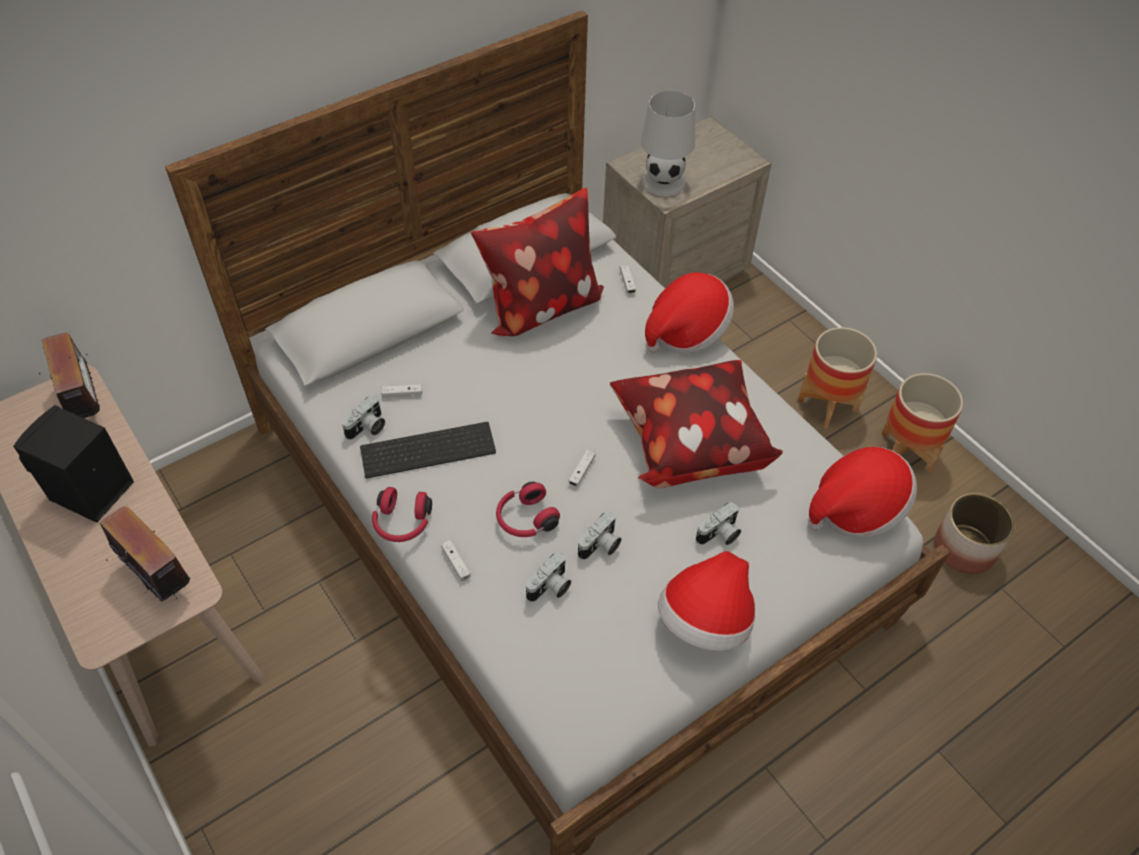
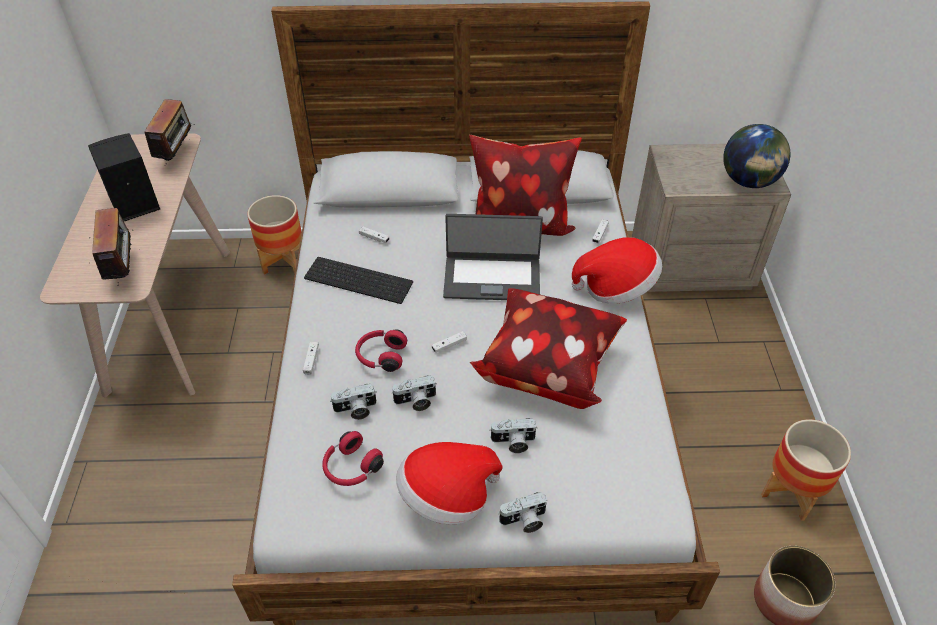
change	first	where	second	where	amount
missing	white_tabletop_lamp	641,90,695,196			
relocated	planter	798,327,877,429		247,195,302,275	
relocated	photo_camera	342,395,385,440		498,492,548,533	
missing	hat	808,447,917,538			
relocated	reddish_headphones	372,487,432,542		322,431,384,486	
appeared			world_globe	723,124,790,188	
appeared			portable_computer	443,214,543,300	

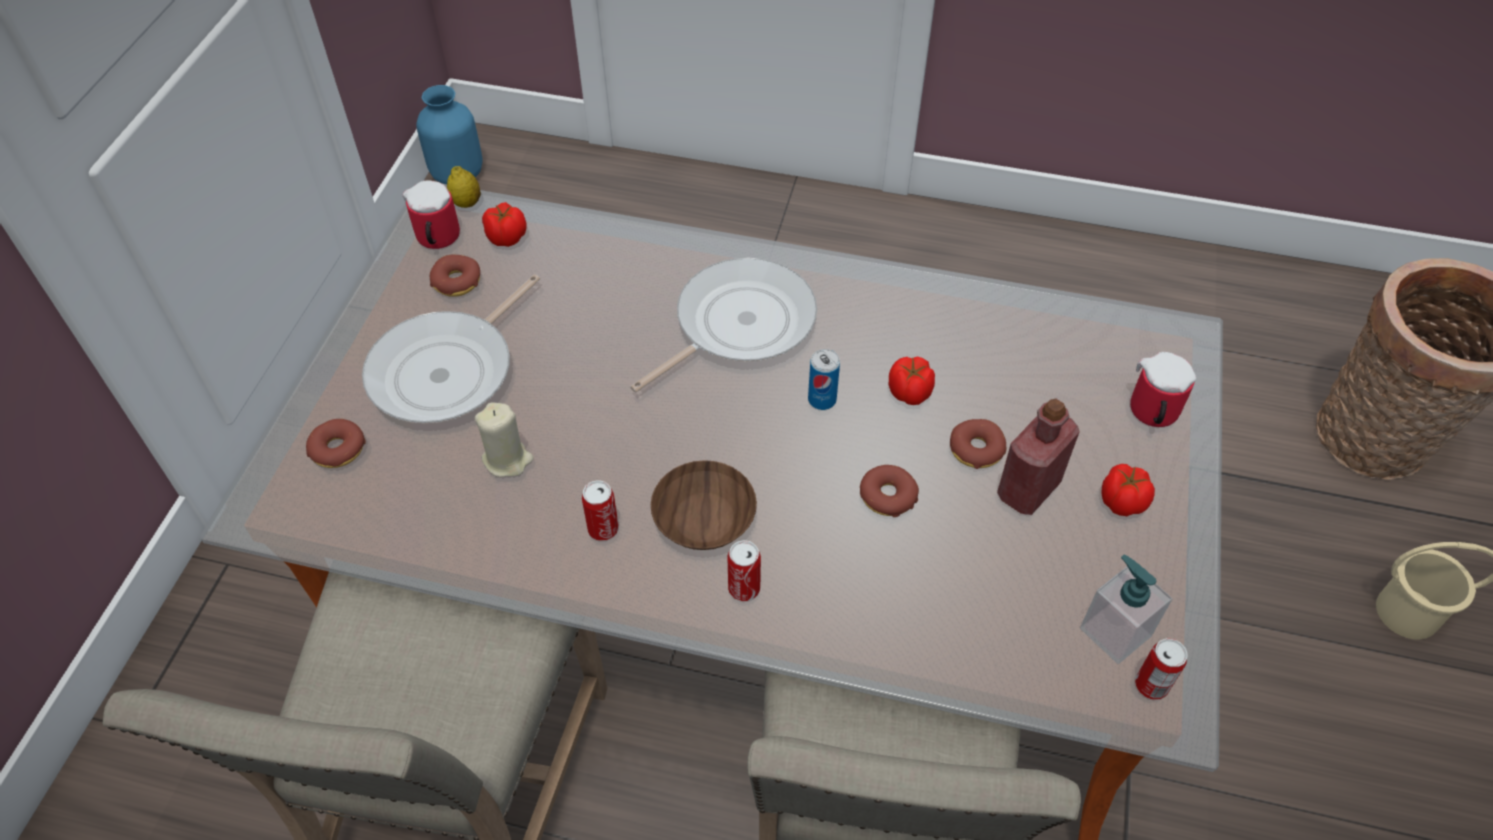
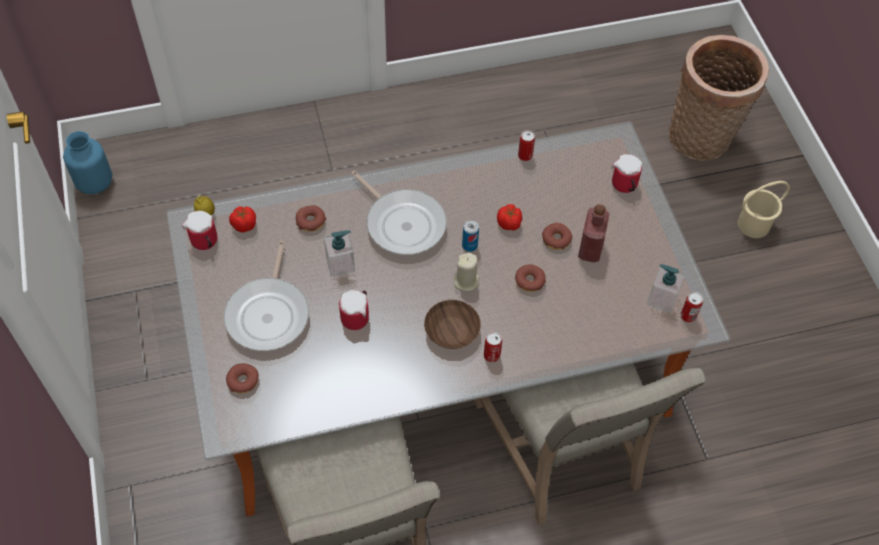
change	first	where	second	where	amount
relocated	doughnut	430,255,480,297		296,206,326,232	
spun	skillet	630,258,817,393		351,171,447,255	120 degrees clockwise
relocated	sand-coloured_wax_light	475,402,534,477		454,253,479,292	
missing	fresh_tomato	1101,464,1155,516			
relocated	sealed_can	582,480,619,541		518,131,535,161	
appeared			liquid_soap_bottle	324,230,355,277	
appeared			tea_mug	339,290,369,330	

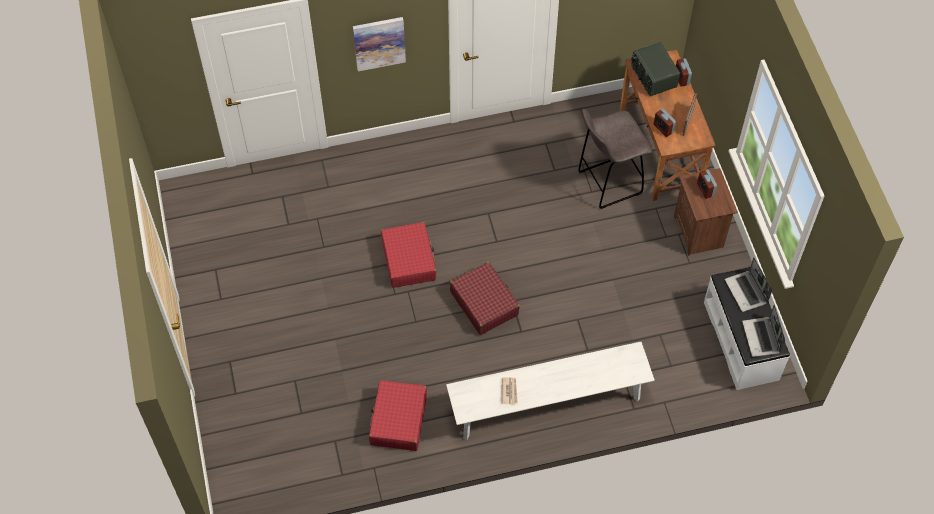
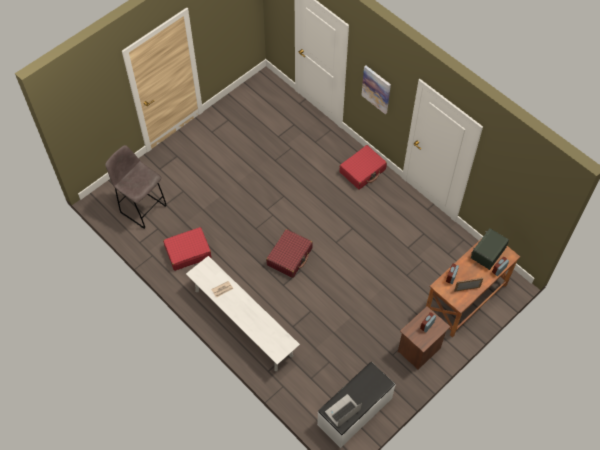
change	first	where	second	where	amount
relocated	greyish_stool	578,109,652,209		105,145,167,229	
relocated	reddish_suitcase	381,222,436,288		339,145,387,190	
missing	portable_computer	725,258,772,312			

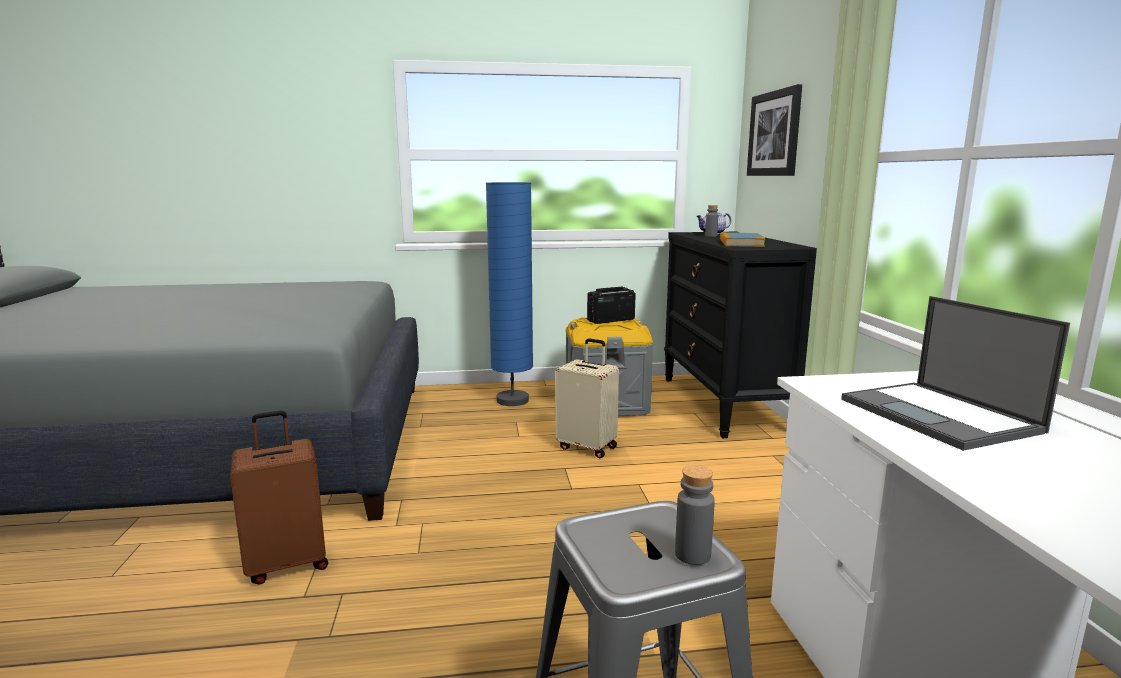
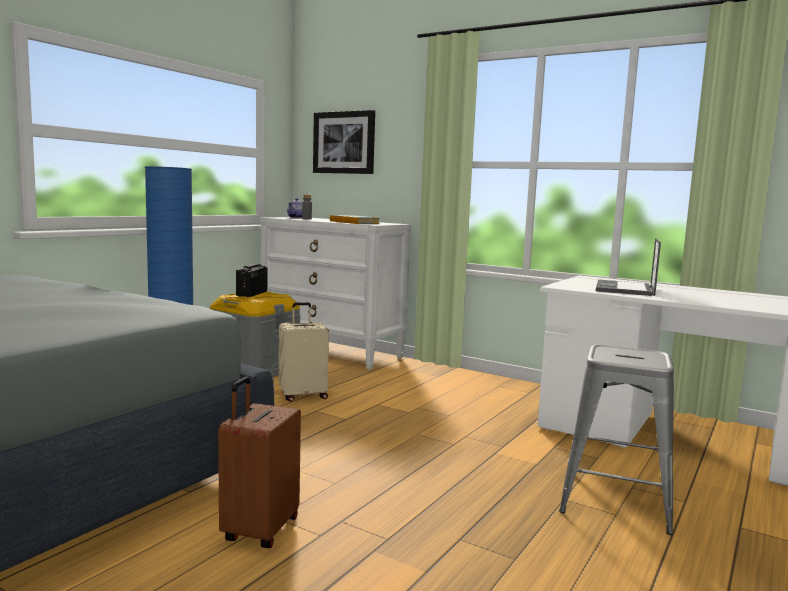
change	first	where	second	where	amount
colour	blackish_drawer_chest	664,232,817,438	white_drawer_chest	260,217,411,370	
spun	portable_computer	841,296,1070,451		596,238,661,296	90 degrees clockwise
missing	greyish_drink_bottle	675,465,715,565			

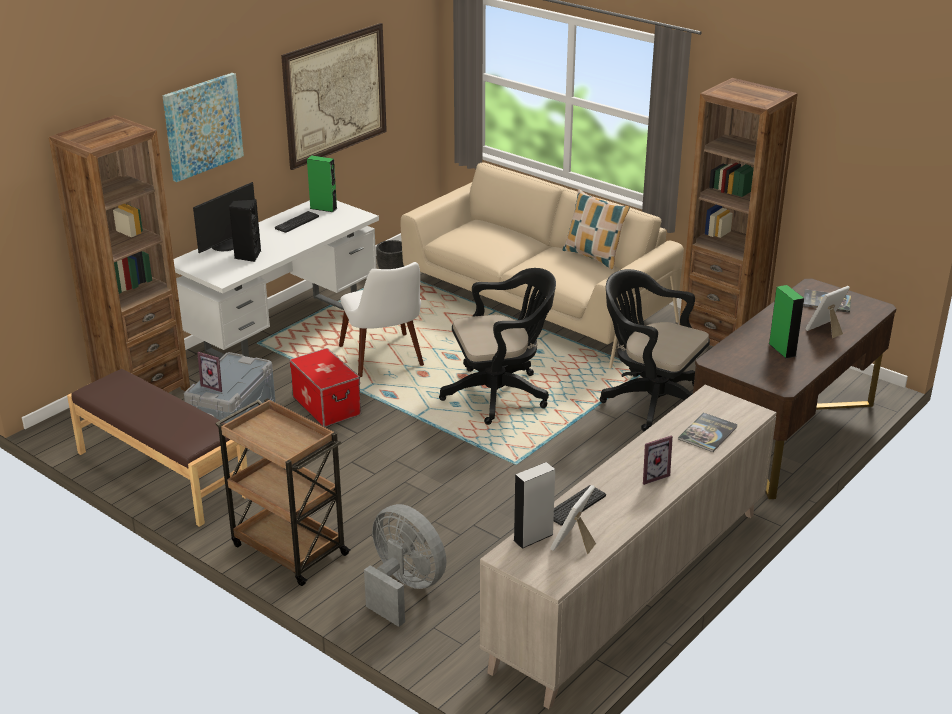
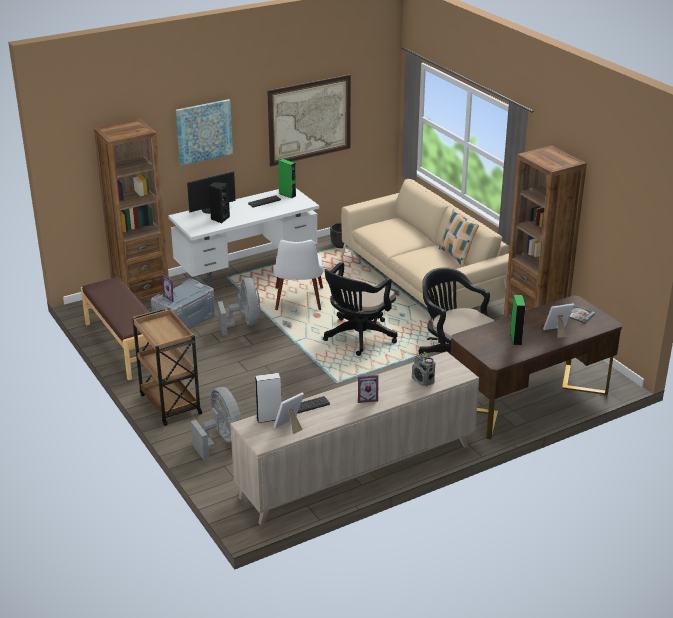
change	first	where	second	where	amount
spun	blackish_office_chair	439,268,556,425		323,262,398,356	120 degrees clockwise
exchanged	storage_container	289,348,361,427	greyish_fan	218,277,260,336	
exchanged	book	678,413,738,452	radio_set	412,352,435,387	

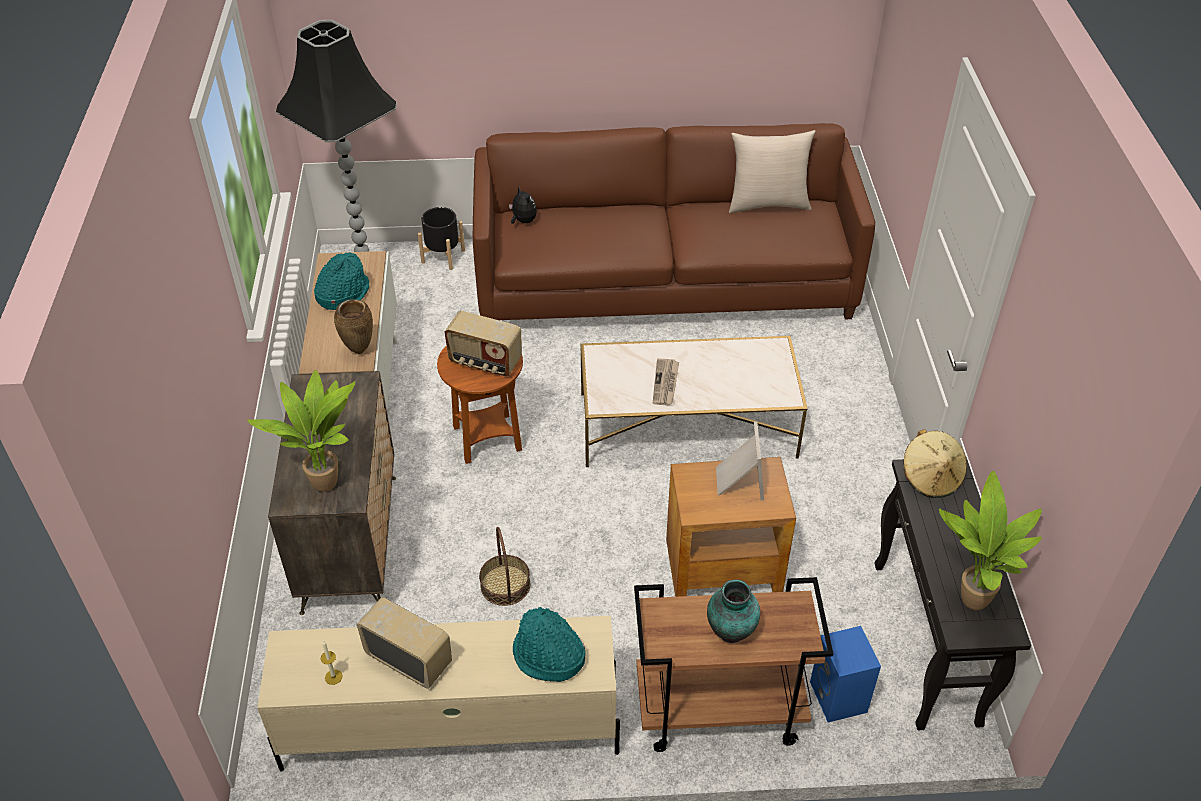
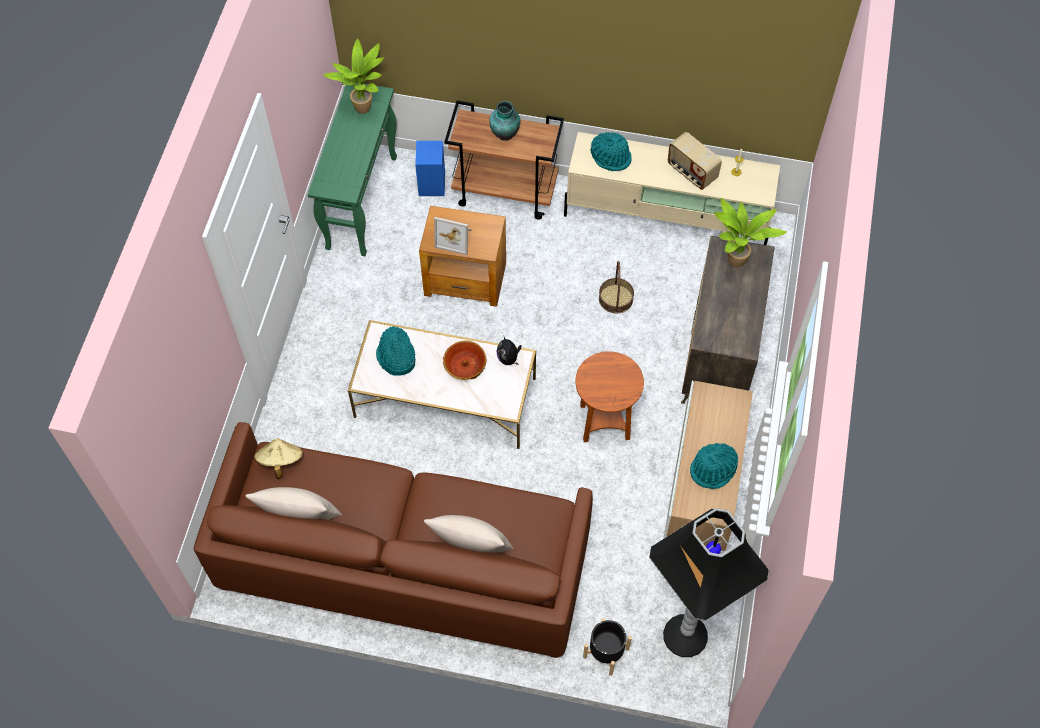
change	first	where	second	where	amount
relocated	plush_toy	509,187,537,224		496,337,522,365	
missing	brown-coloured_vase	334,299,373,354			
missing	radio_set	444,311,522,377			
exchanged	printed_paper	653,359,679,405	serving_bowl	443,341,487,380	
spun	photo_frame	716,421,764,500		434,217,472,255	90 degrees counterclockwise
relocated	sand-coloured_hat	903,429,967,498		254,438,303,479	
colour	blackish_narrow_table	874,457,1031,730	greenish_narrow_table	308,82,397,256	
appeared			turquoise-coloured_hat	376,326,415,376	
appeared			sand-coloured_throw_pillow	424,515,514,553	

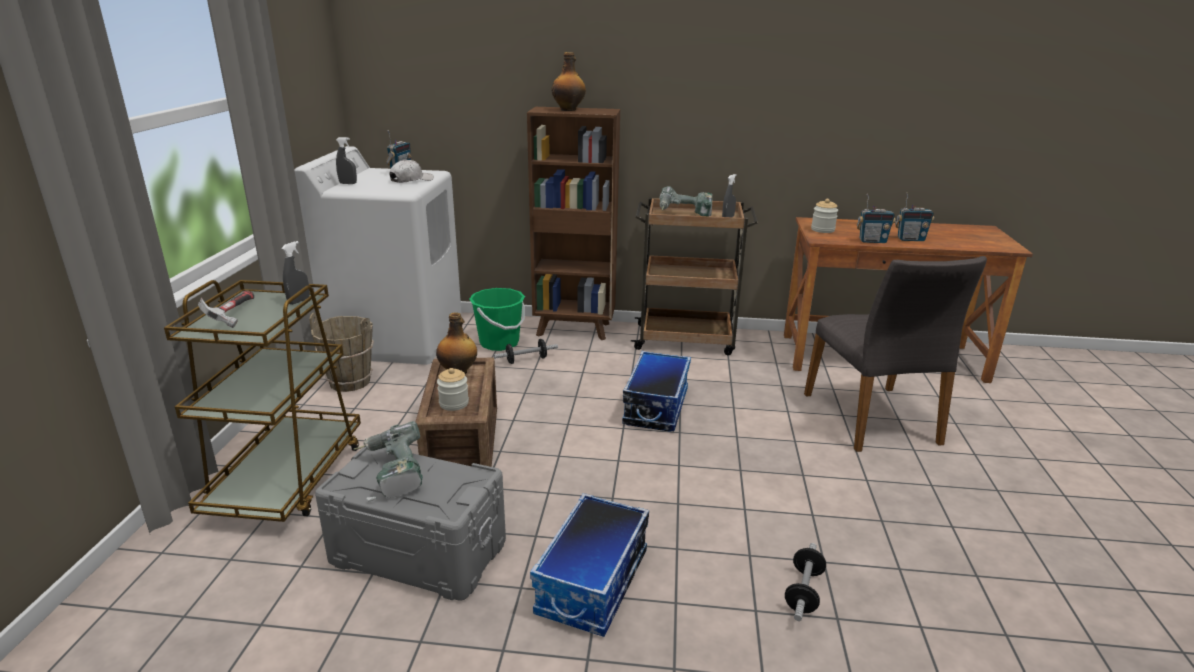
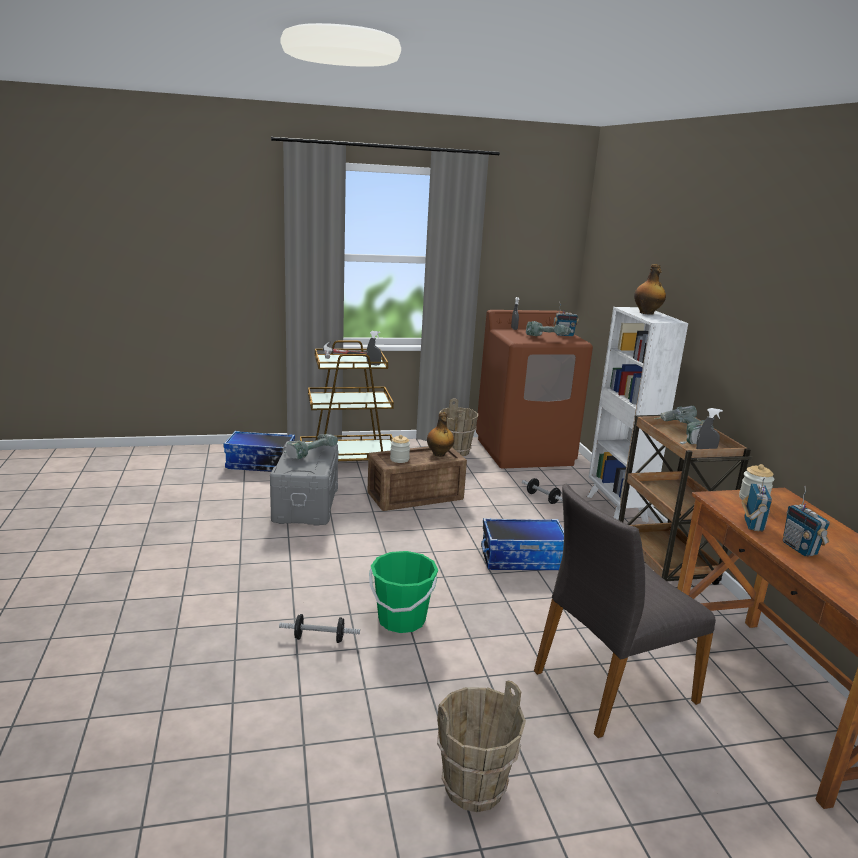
change	first	where	second	where	amount
colour	brown-coloured_bookshelf	527,107,620,340	white_bookshelf	587,307,688,523	
colour	white_laundry_machine	295,146,462,365	brown-coloured_laundry_machine	476,310,593,469	
exchanged	white_peaked_cap	389,160,434,183	drill	526,321,571,336	
spun	radio_set	857,194,896,243		742,476,772,532	150 degrees counterclockwise
relocated	greenish_pail	469,288,525,351		369,551,438,633	
relocated	storage_container	530,493,649,637		223,431,295,472	
appeared			brown-coloured_pail	437,681,526,812	

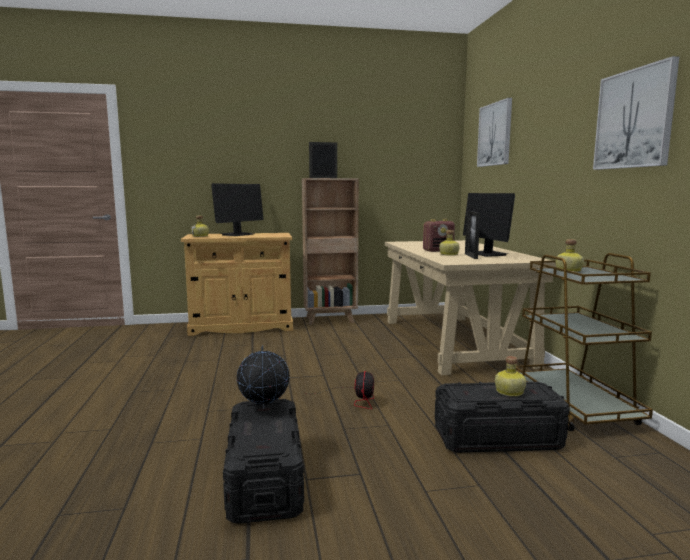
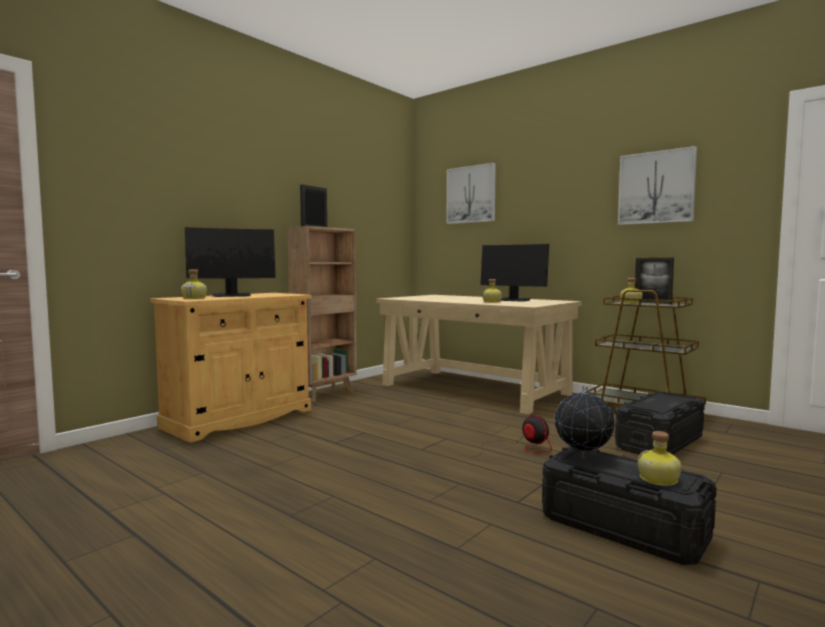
change	first	where	second	where	amount
spun	monitor	211,183,264,236		185,227,276,297	75 degrees clockwise
relocated	photo_frame	465,211,480,259		635,258,674,304	
missing	radio_set	423,219,455,252			
relocated	drink_bottle	495,356,526,397		638,431,682,486	

